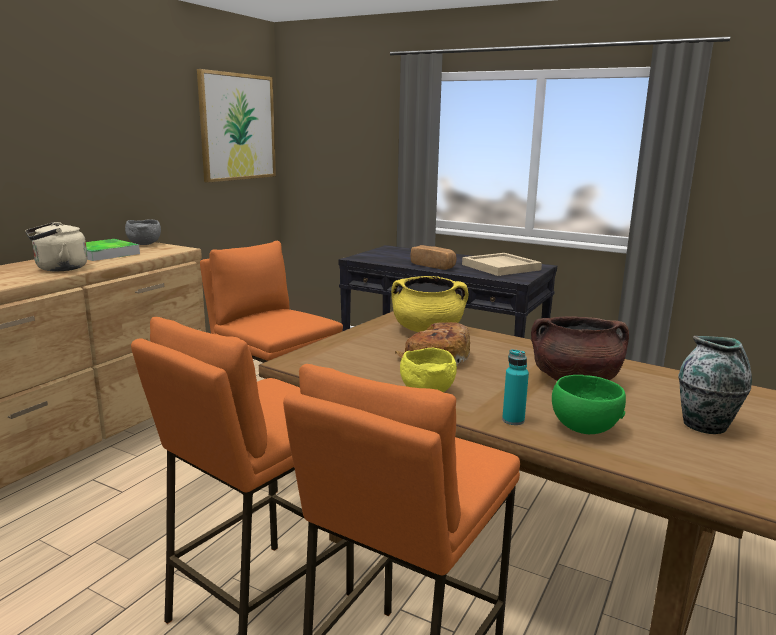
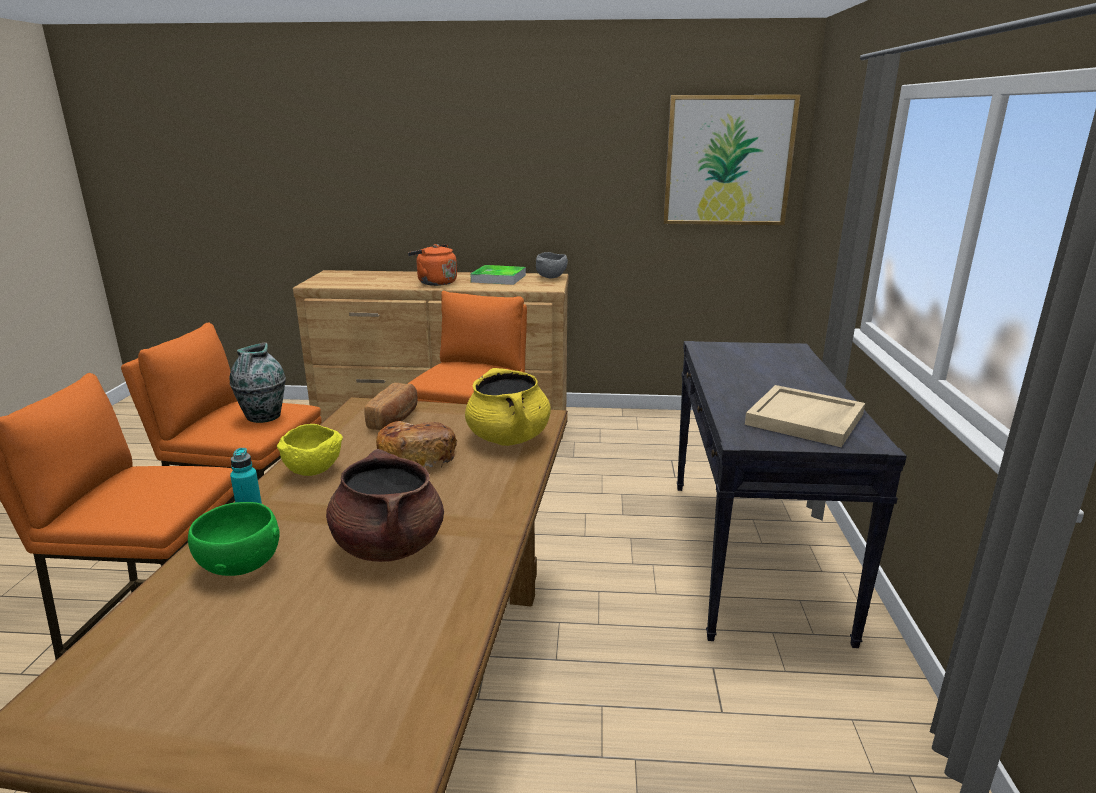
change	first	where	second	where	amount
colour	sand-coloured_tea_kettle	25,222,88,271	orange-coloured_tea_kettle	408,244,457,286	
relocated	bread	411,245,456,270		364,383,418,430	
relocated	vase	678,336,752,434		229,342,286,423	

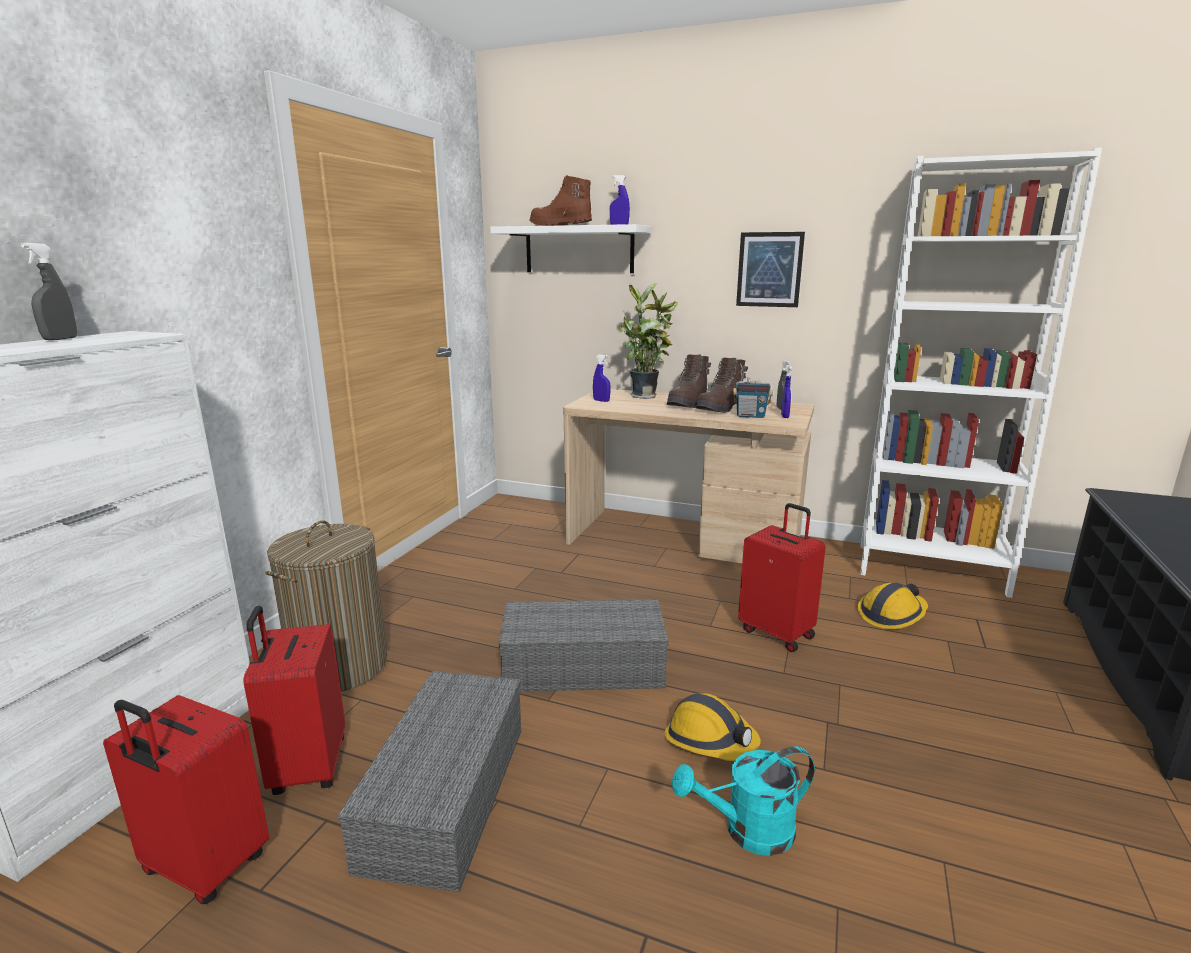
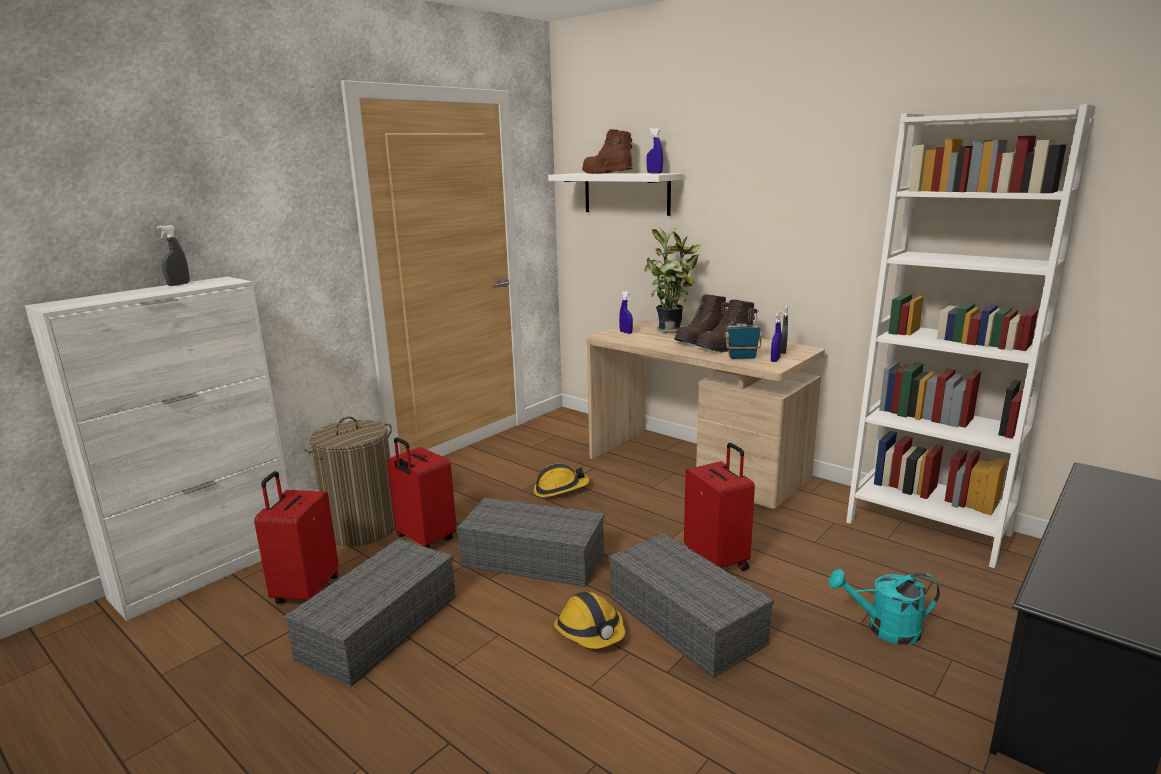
change	first	where	second	where	amount
missing	wall_picture	736,232,805,307			
spun	radio_set	733,364,773,418		724,310,762,359	150 degrees clockwise
relocated	work_helmet	858,583,928,629		534,464,589,497	
relocated	reddish_suitcase	103,695,269,904		387,437,457,548	
relocated	turquoise-coloured_watering_pot	672,746,815,856		829,569,940,645	
appeared			greyish_storage_container	608,533,774,678	

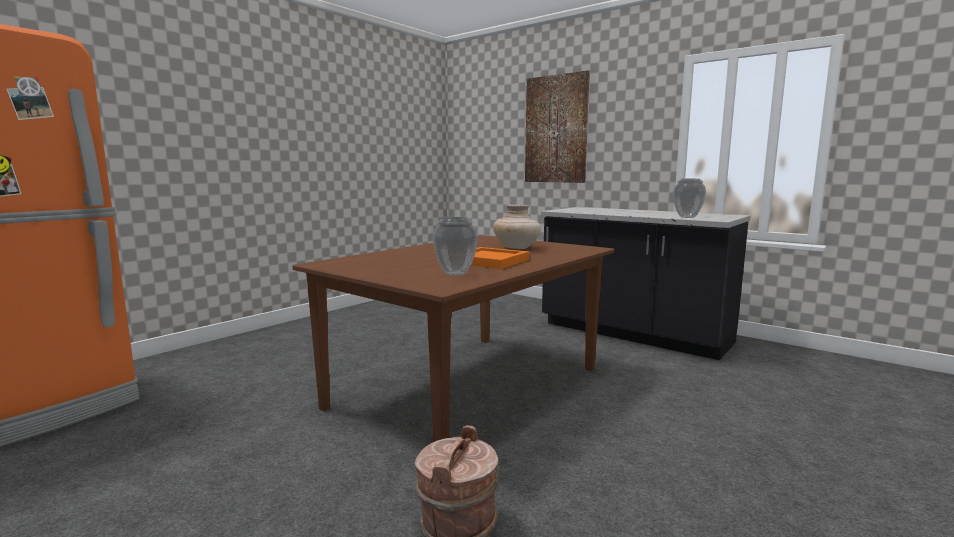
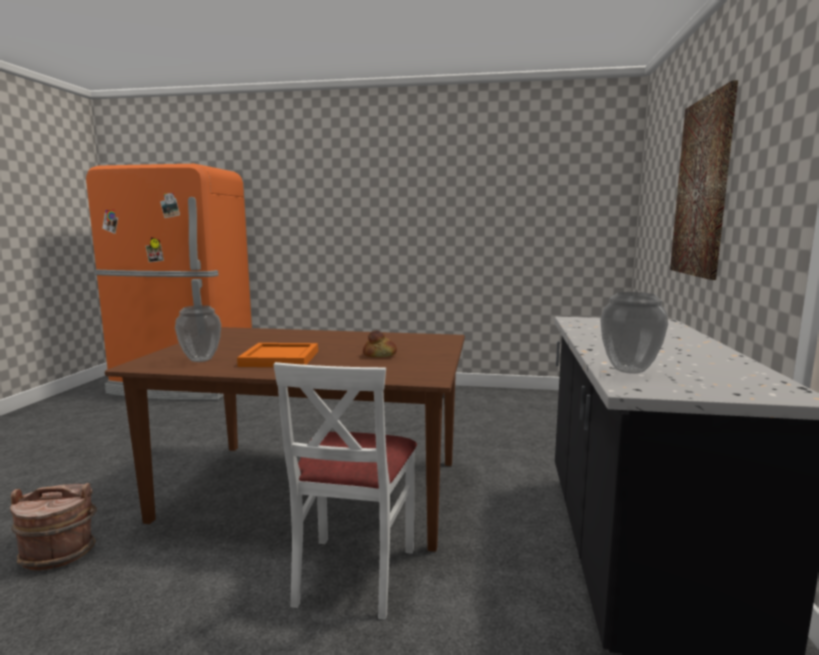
change	first	where	second	where	amount
exchanged	sand-coloured_vase	493,205,541,249	bread	363,330,397,357	
appeared			white_upright_chair	273,362,417,620	

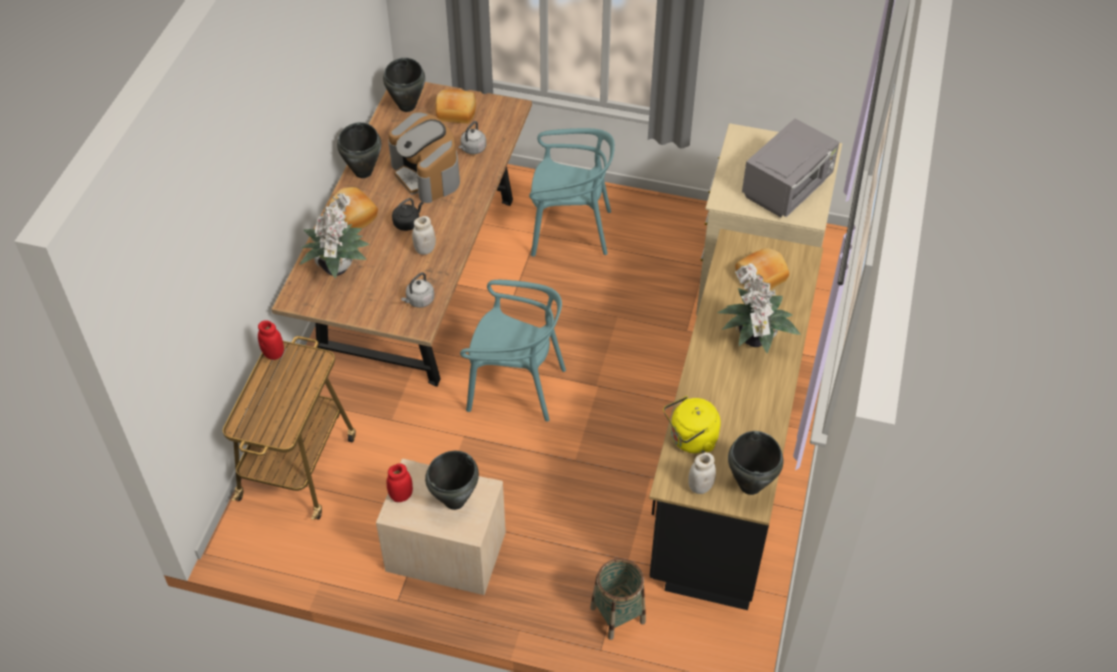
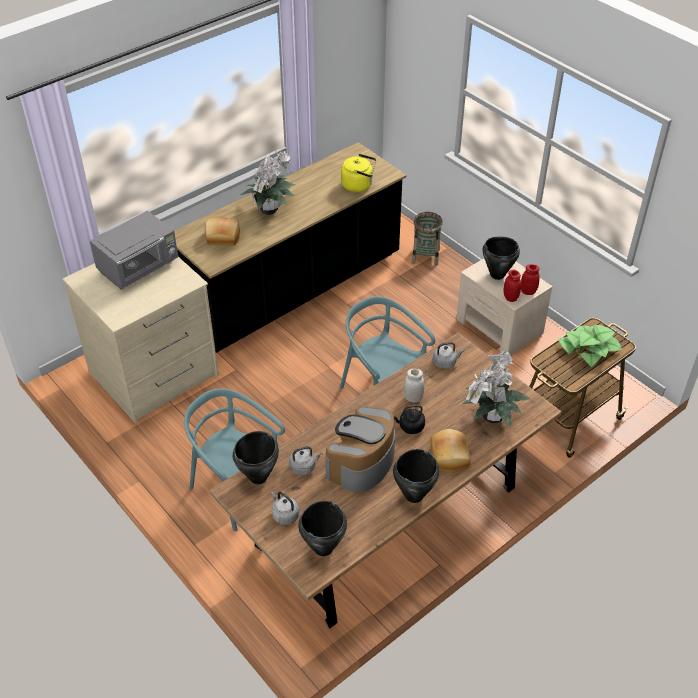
change	first	where	second	where	amount
exchanged	bread	436,89,476,124	greyish_tea_kettle	271,491,299,525	
spun	coffee_machine	388,112,460,203		325,405,395,493	150 degrees counterclockwise
spun	greyish_microwave_oven	742,118,839,217		90,211,178,290	150 degrees clockwise
relocated	reddish_storage_jar	258,320,284,360		503,270,521,302	
relocated	blackish_stockpot	728,431,784,495		233,431,279,484	
missing	white_storage_jar	688,453,716,494			
appeared			potted_plant	558,325,622,367	

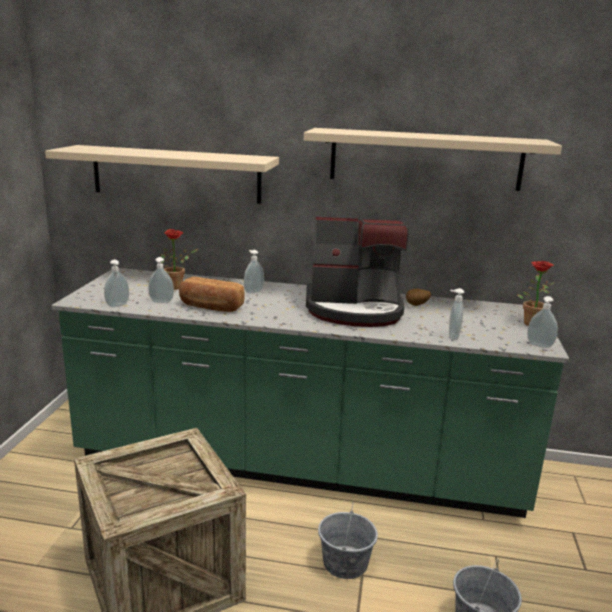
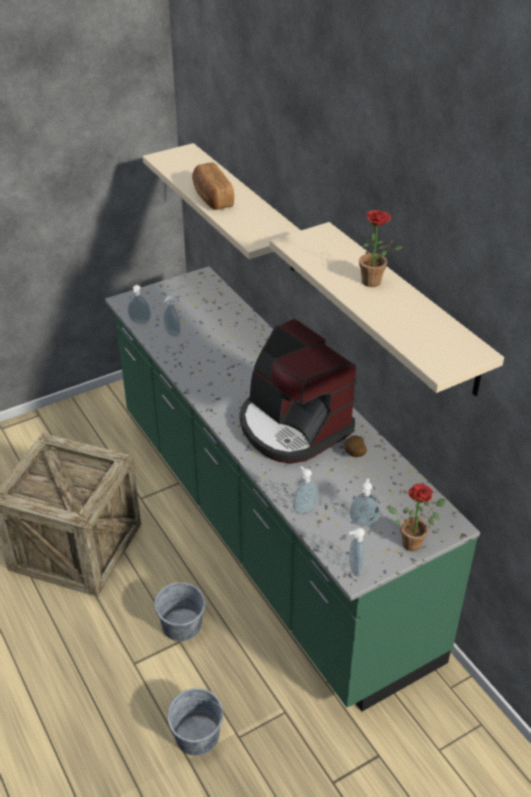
change	first	where	second	where	amount
relocated	potted_plant	161,229,198,290		359,210,403,287	
relocated	liquid_soap_bottle	244,250,264,294		349,479,380,526	
relocated	bread	179,277,245,312		192,162,234,210	

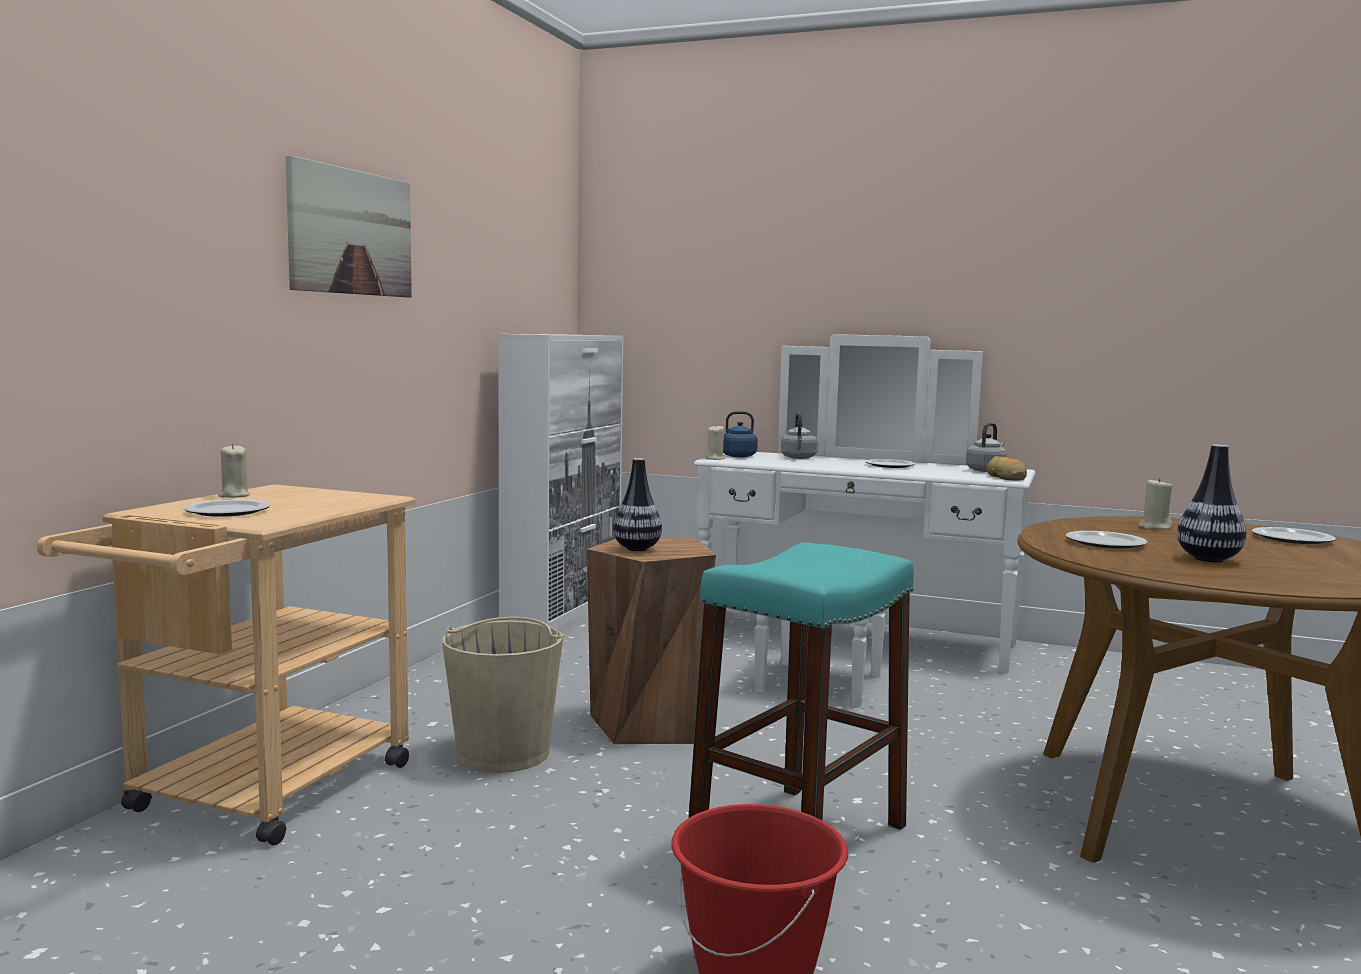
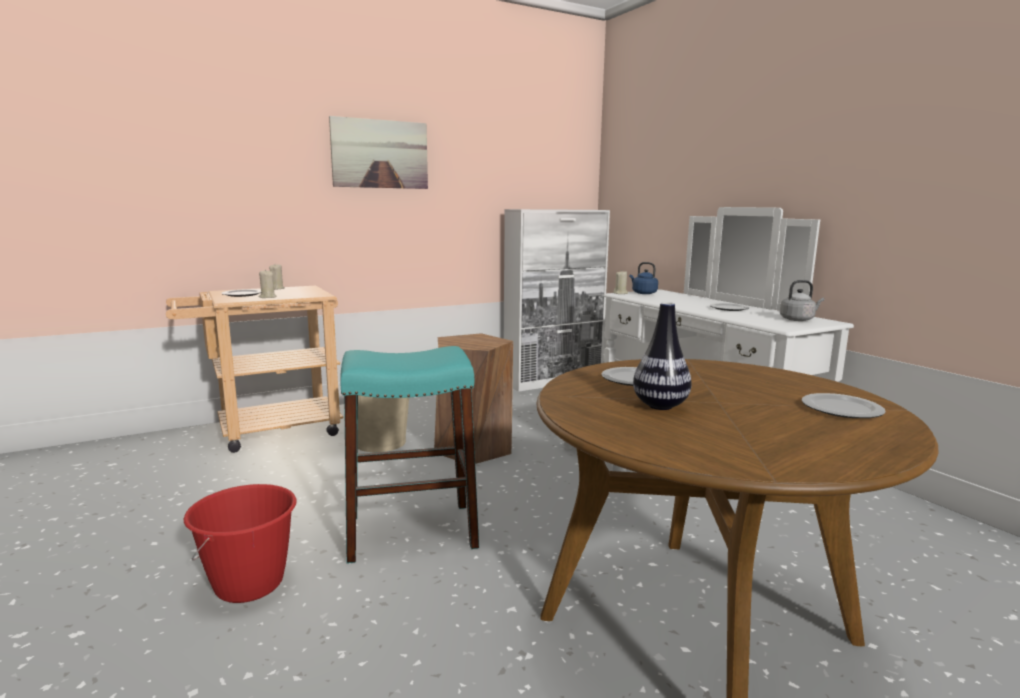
change	first	where	second	where	amount
missing	greyish_tea_kettle	781,413,818,459			
missing	bread	987,456,1027,480			
missing	vase	613,458,662,551			
relocated	sand-coloured_wax_light	1139,478,1173,530		259,269,277,298	

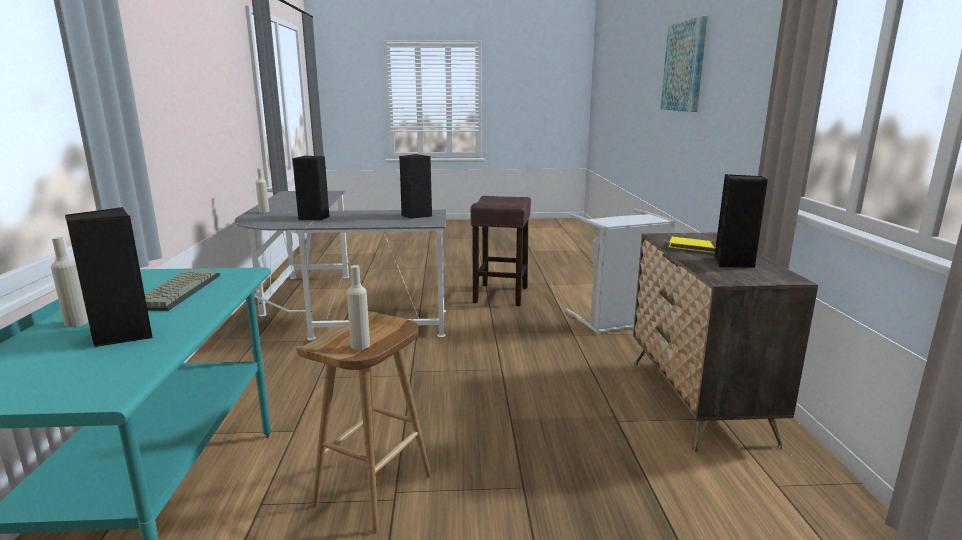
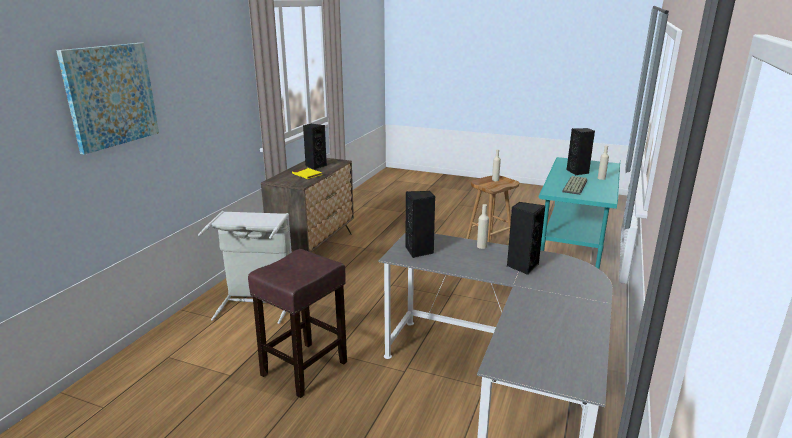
change	first	where	second	where	amount
relocated	sand-coloured_drink_bottle	256,168,269,213		477,204,489,249	

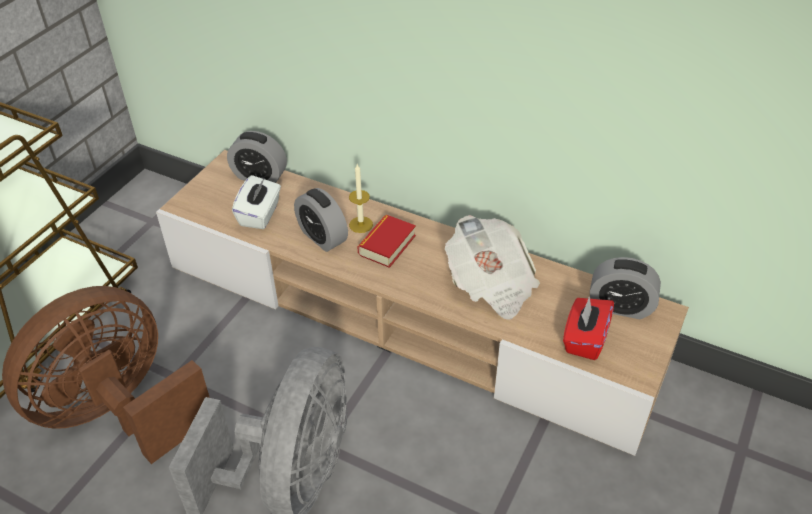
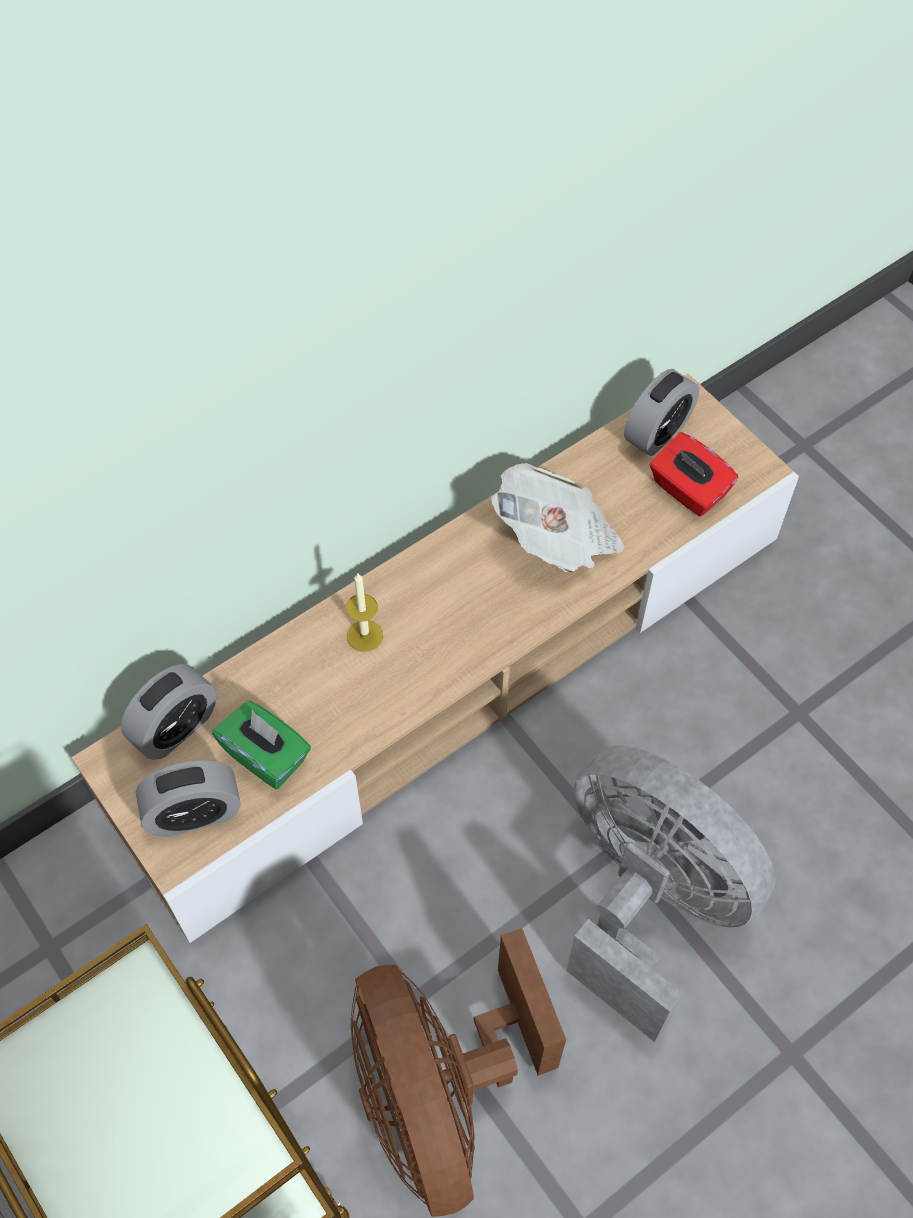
change	first	where	second	where	amount
colour	white_box_of_tissues	232,175,281,229	greenish_box_of_tissues	212,701,311,789	
relocated	alarm_clock	294,188,348,252		135,760,240,837	
missing	book	357,215,416,268			

